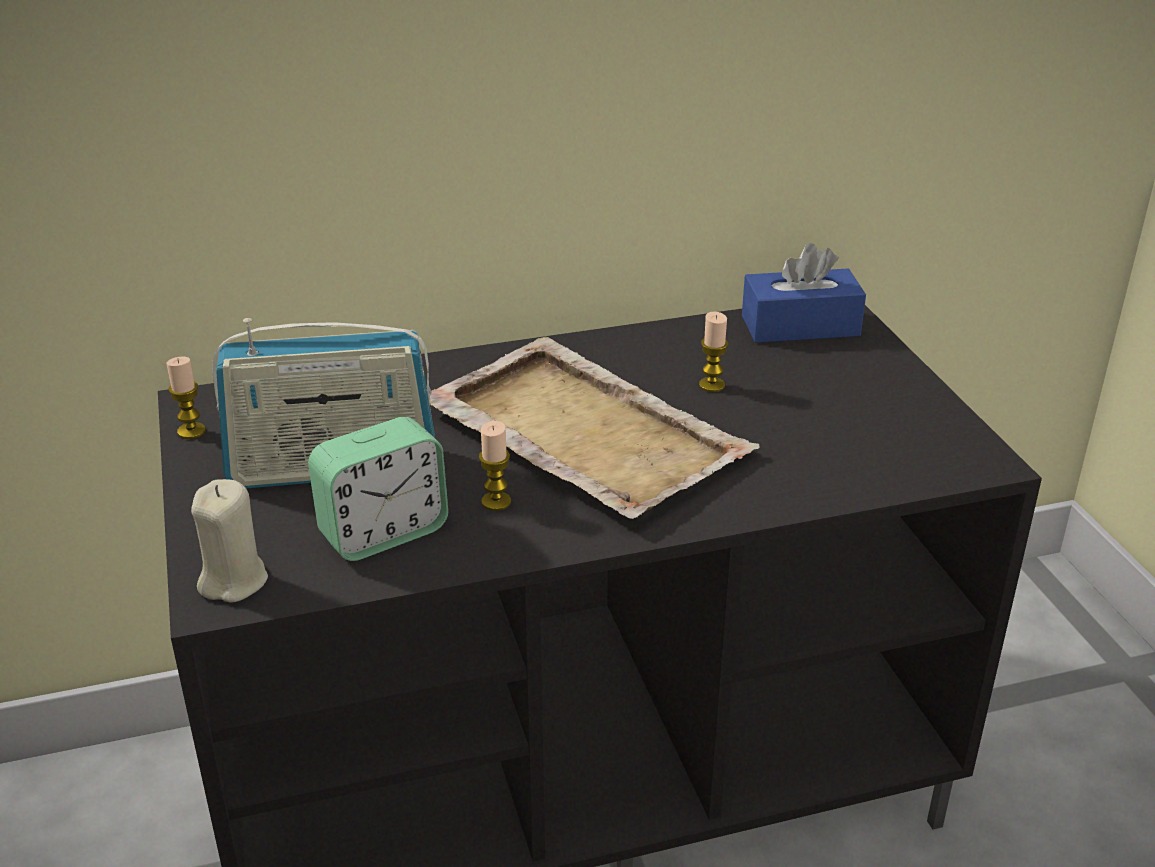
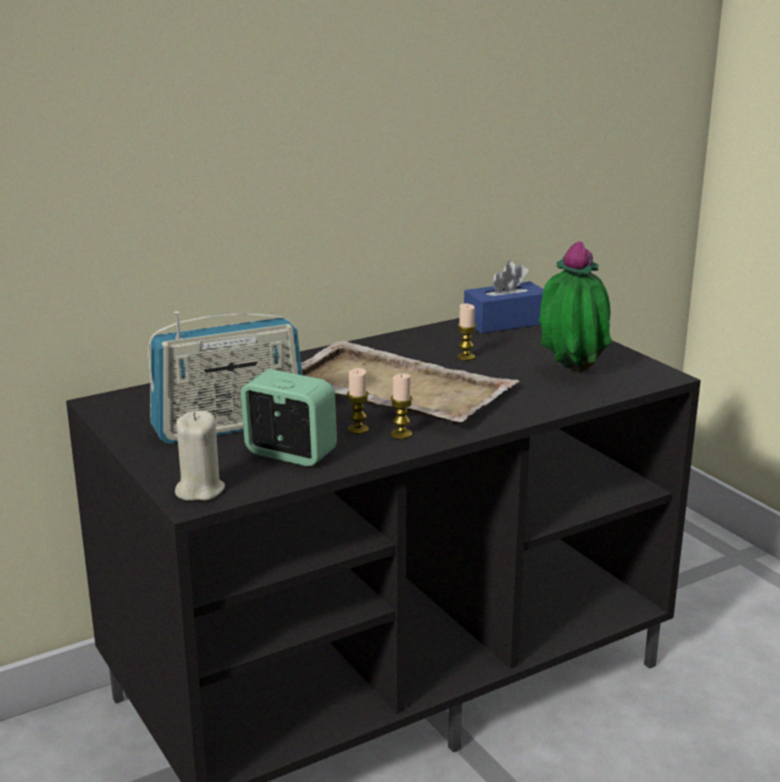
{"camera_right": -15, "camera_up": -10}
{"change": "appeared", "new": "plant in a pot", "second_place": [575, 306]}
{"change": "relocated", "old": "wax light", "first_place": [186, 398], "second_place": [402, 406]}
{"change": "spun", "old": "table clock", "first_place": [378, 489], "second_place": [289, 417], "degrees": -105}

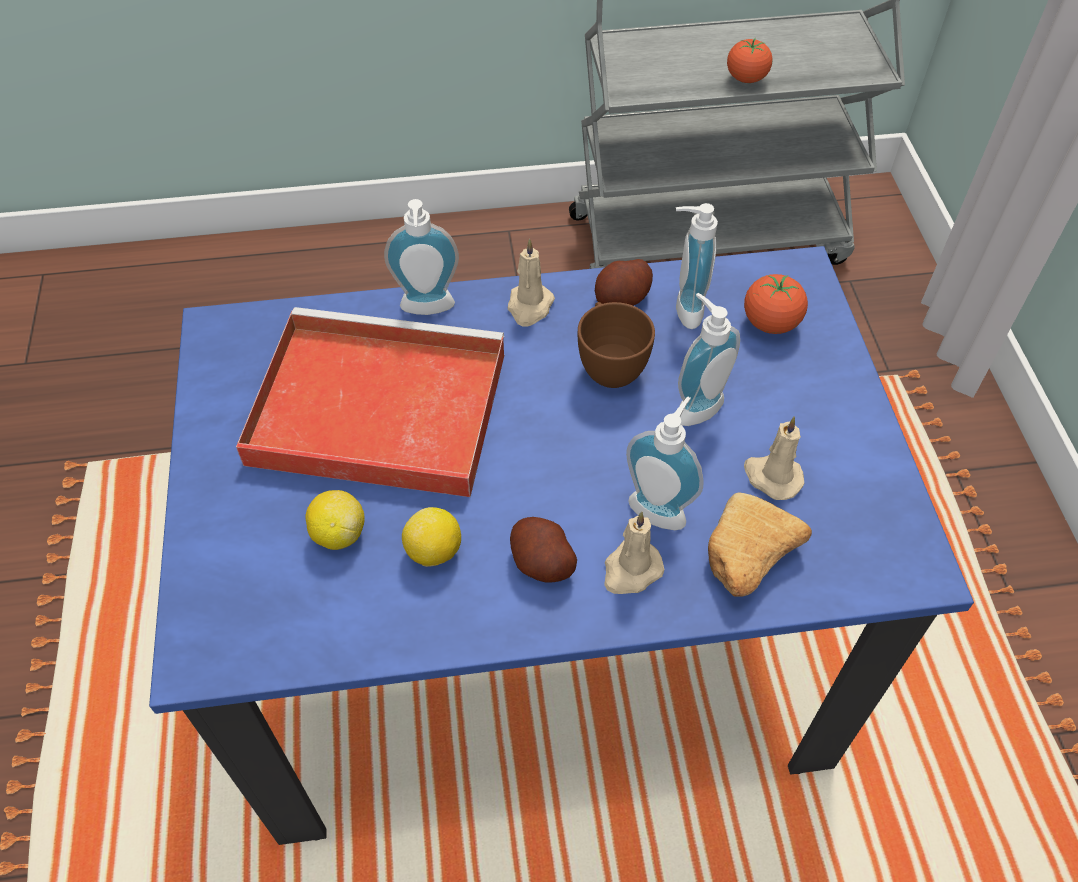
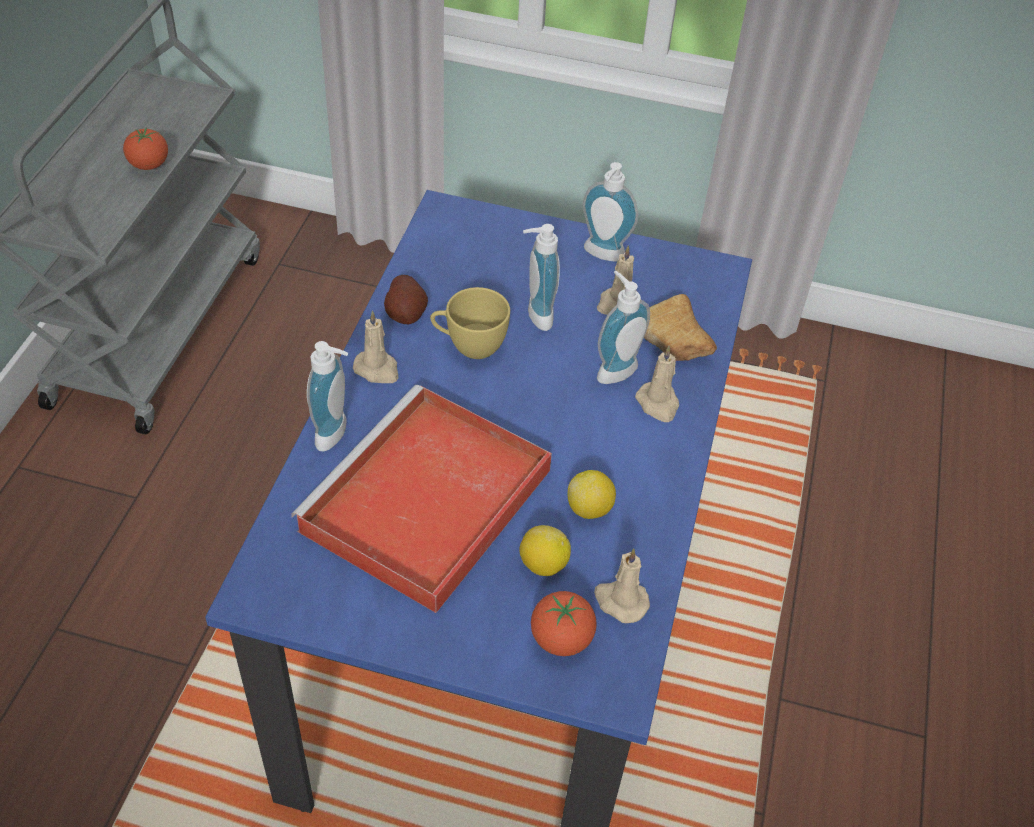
{"camera_right": -70, "camera_up": -5}
{"change": "missing", "old": "spud", "first_place": [543, 549]}
{"change": "appeared", "new": "wax light in beige", "second_place": [622, 585]}
{"change": "relocated", "old": "liquid soap bottle", "first_place": [697, 266], "second_place": [610, 212]}
{"change": "relocated", "old": "fresh tomato", "first_place": [776, 304], "second_place": [564, 623]}
{"change": "colour", "old": "cup in brown-coloured", "new": "cup in yellow", "first_place": [616, 345], "second_place": [470, 323]}

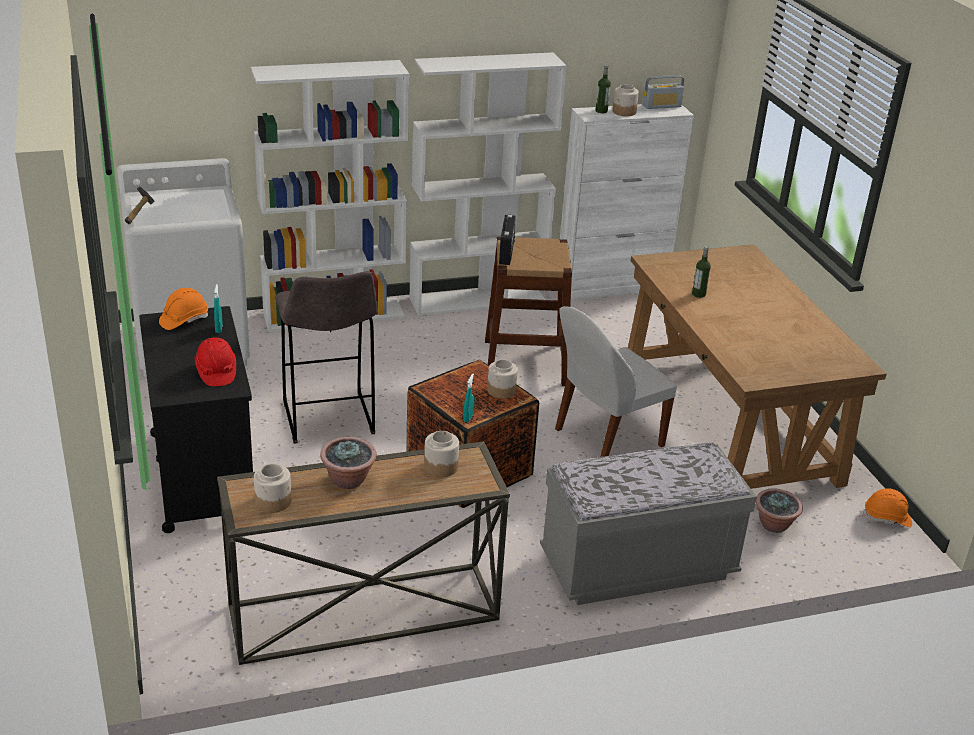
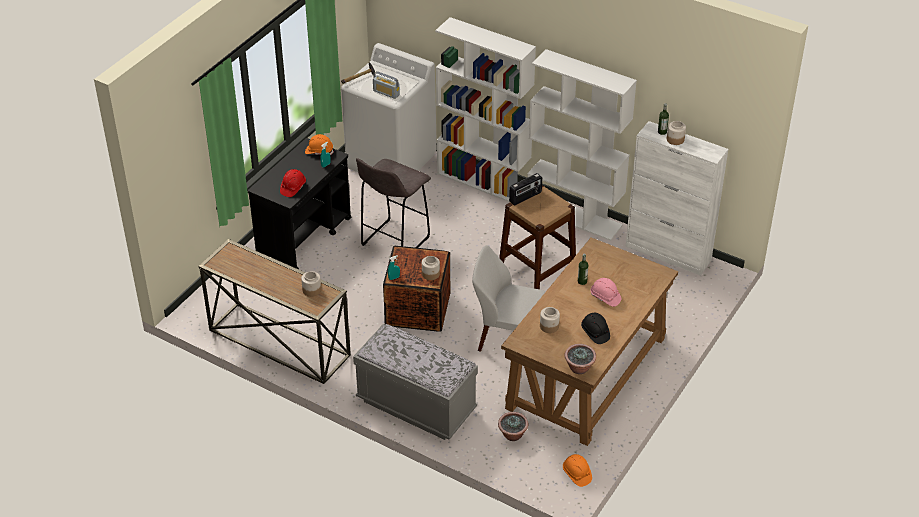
{"camera_right": 50, "camera_up": 10}
{"change": "appeared", "new": "safety helmet in black-coloured", "second_place": [595, 328]}
{"change": "appeared", "new": "safety helmet in pink-coloured", "second_place": [606, 292]}
{"change": "relocated", "old": "preserve jar", "first_place": [272, 488], "second_place": [550, 320]}
{"change": "relocated", "old": "plant in a pot", "first_place": [348, 463], "second_place": [580, 359]}
{"change": "relocated", "old": "radio", "first_place": [663, 92], "second_place": [386, 85]}

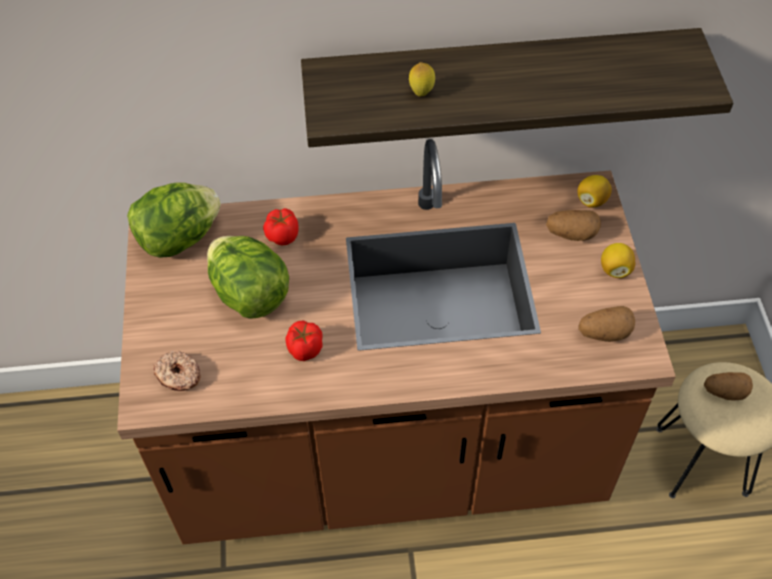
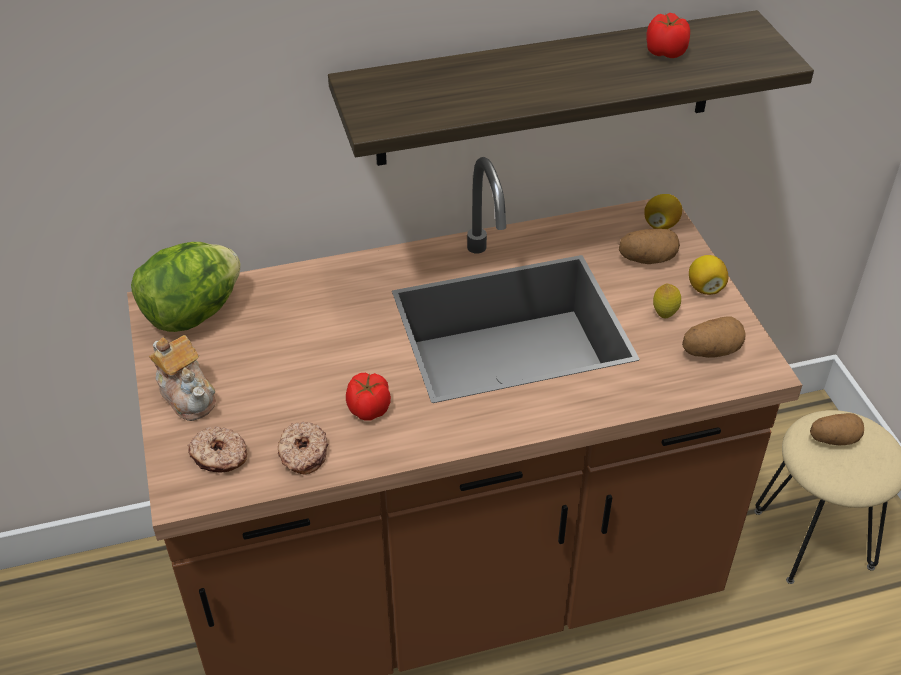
{"camera_right": -10, "camera_up": -10}
{"change": "missing", "old": "lettuce", "first_place": [248, 277]}
{"change": "appeared", "new": "tea pot", "second_place": [182, 378]}
{"change": "appeared", "new": "ring doughnut", "second_place": [303, 448]}
{"change": "relocated", "old": "fresh tomato", "first_place": [281, 226], "second_place": [668, 35]}
{"change": "relocated", "old": "citrus fruit", "first_place": [422, 79], "second_place": [667, 300]}

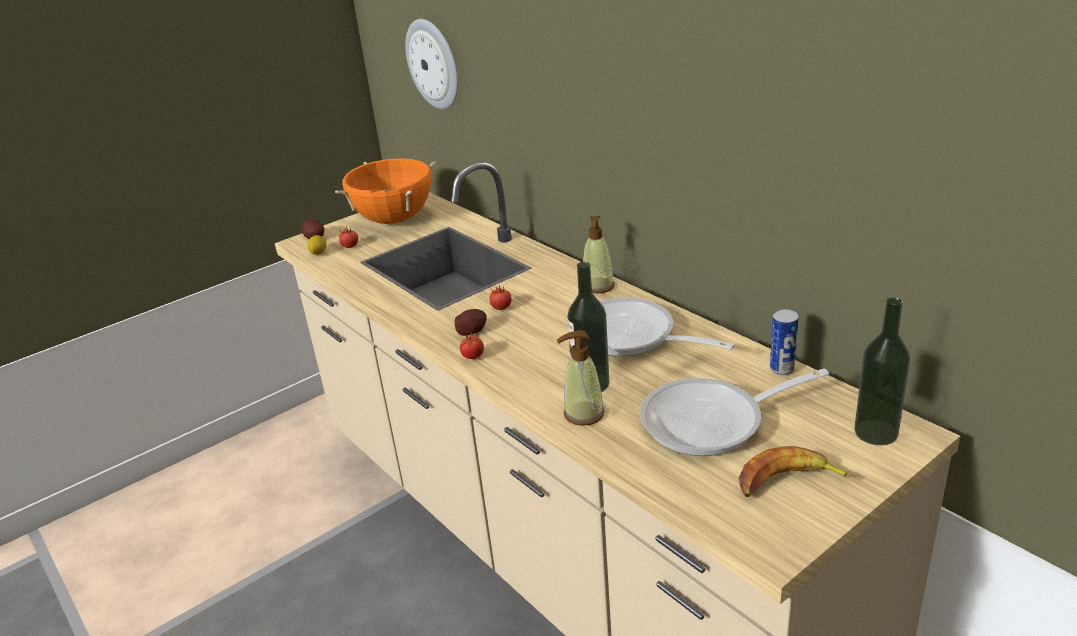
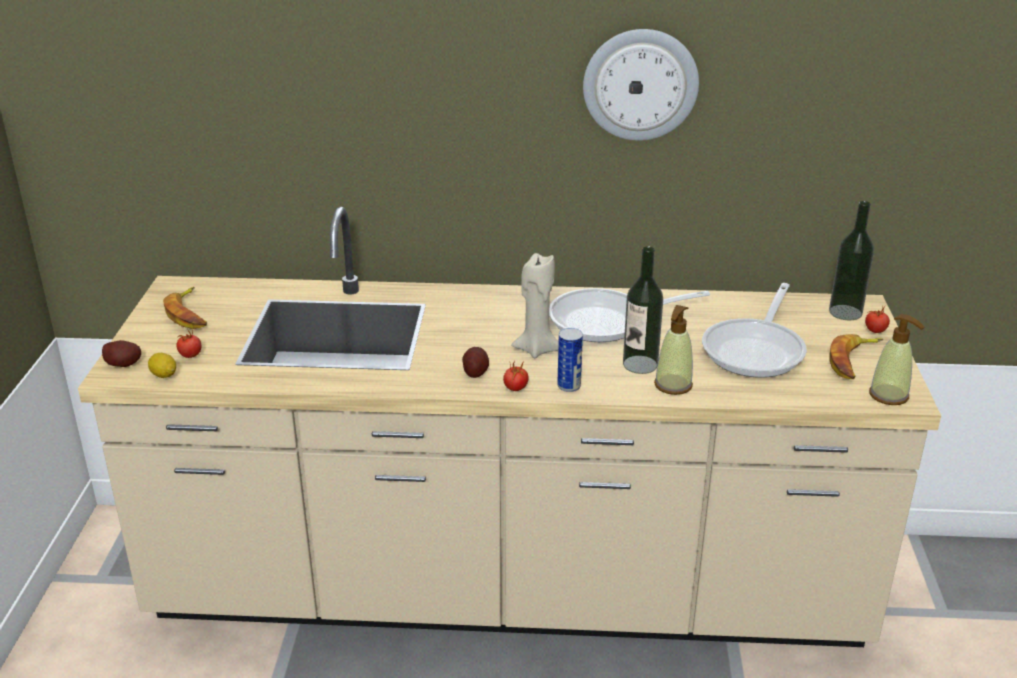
{"camera_right": -50, "camera_up": 0}
{"change": "appeared", "new": "wax light in beige", "second_place": [535, 305]}
{"change": "relocated", "old": "hanging clock", "first_place": [431, 64], "second_place": [641, 85]}
{"change": "relocated", "old": "fresh tomato", "first_place": [501, 297], "second_place": [877, 319]}
{"change": "relocated", "old": "liquid soap bottle", "first_place": [599, 255], "second_place": [896, 359]}
{"change": "relocated", "old": "metal can", "first_place": [784, 342], "second_place": [570, 360]}
{"change": "exchanged", "old": "saucepot in orange", "new": "whole banana", "first_place": [385, 191], "second_place": [185, 308]}

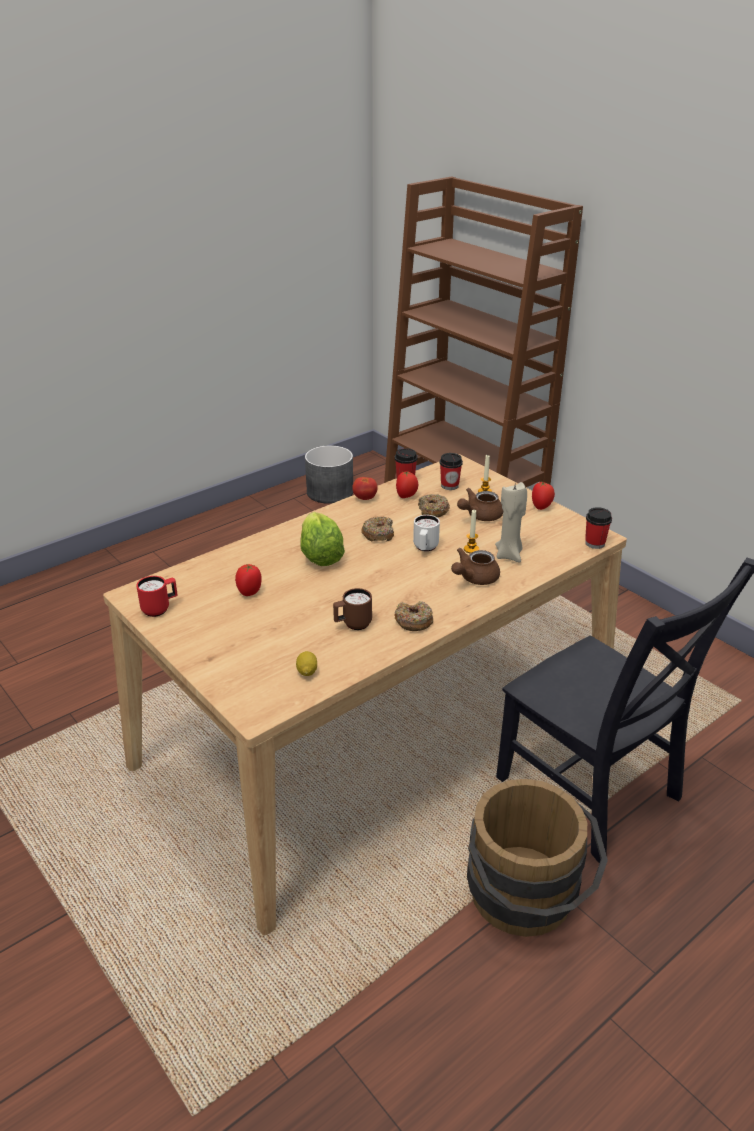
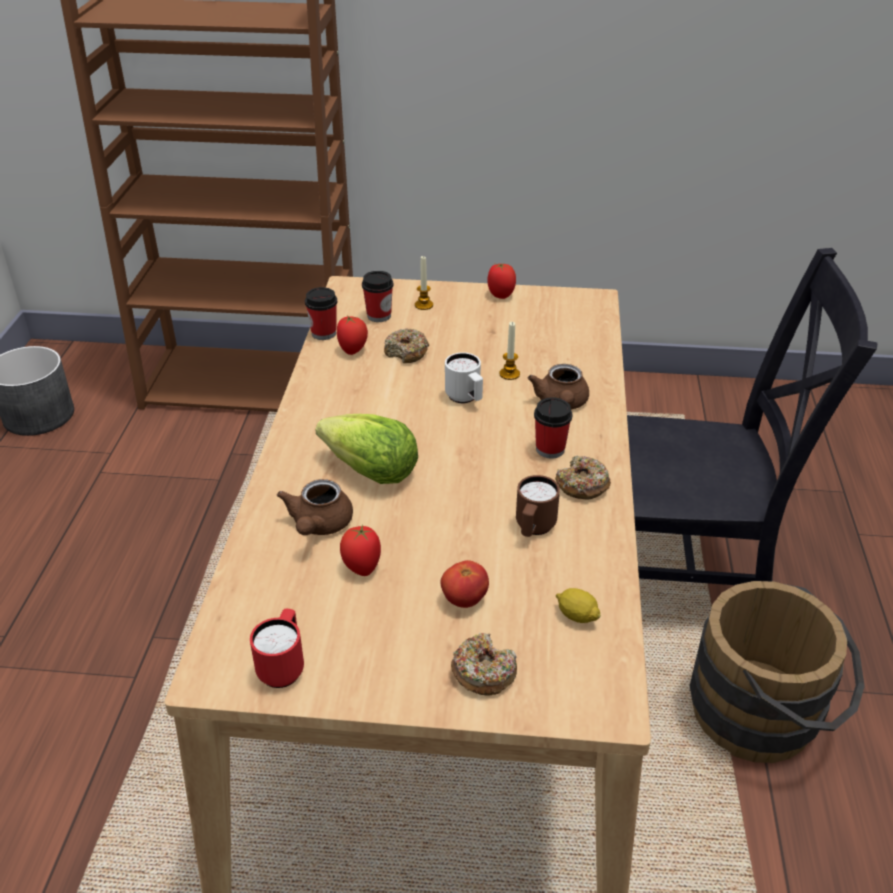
{"camera_right": -45, "camera_up": 5}
{"change": "missing", "old": "wax light in beige", "first_place": [511, 522]}
{"change": "relocated", "old": "fresh tomato", "first_place": [365, 488], "second_place": [464, 584]}
{"change": "relocated", "old": "ring doughnut", "first_place": [377, 529], "second_place": [484, 664]}
{"change": "relocated", "old": "tea pot in brown-coloured", "first_place": [480, 504], "second_place": [315, 507]}
{"change": "relocated", "old": "cup", "first_place": [598, 528], "second_place": [553, 428]}

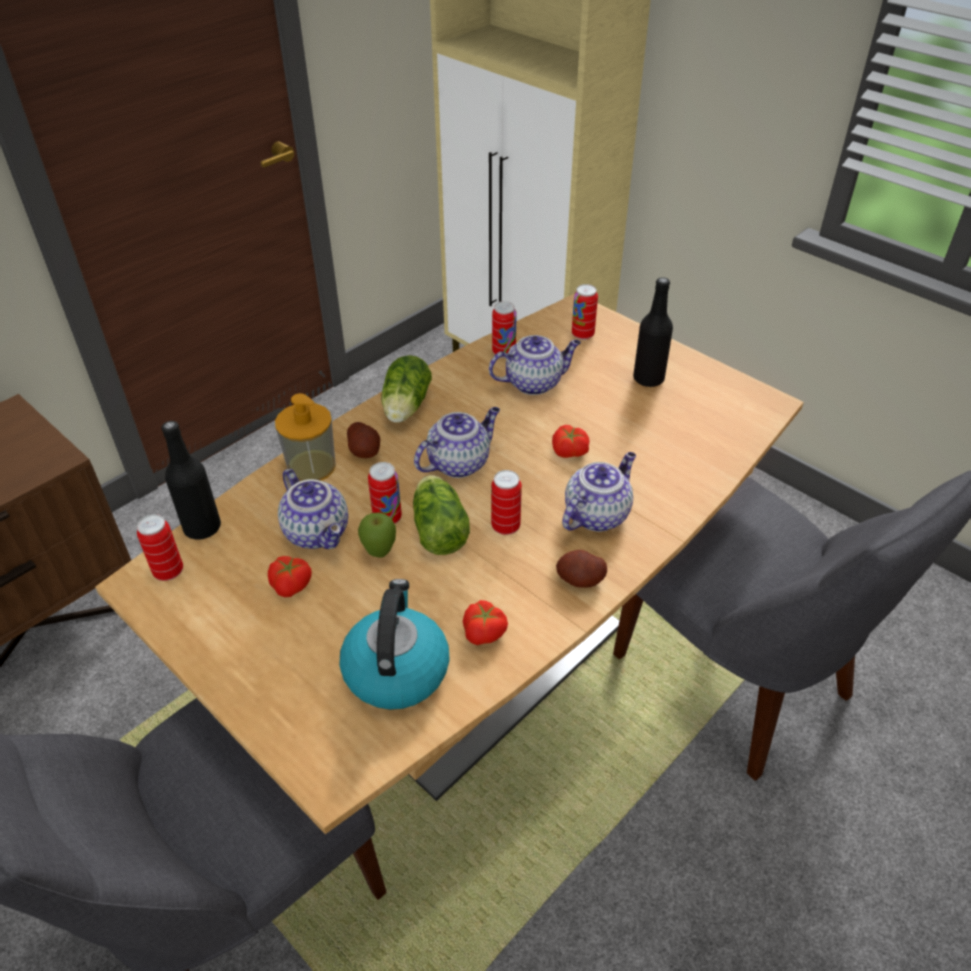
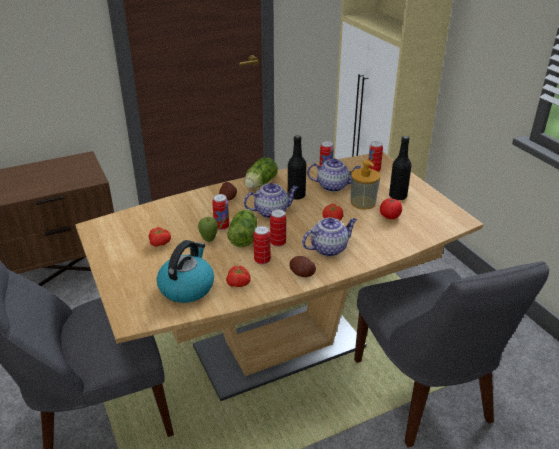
{"camera_right": 20, "camera_up": -10}
{"change": "missing", "old": "tea pot", "first_place": [313, 509]}
{"change": "appeared", "new": "fresh tomato", "second_place": [391, 208]}
{"change": "relocated", "old": "metal can", "first_place": [160, 547], "second_place": [262, 245]}
{"change": "relocated", "old": "beverage bottle in black-coloured", "first_place": [191, 480], "second_place": [297, 167]}
{"change": "relocated", "old": "liquid soap bottle", "first_place": [305, 437], "second_place": [365, 185]}

